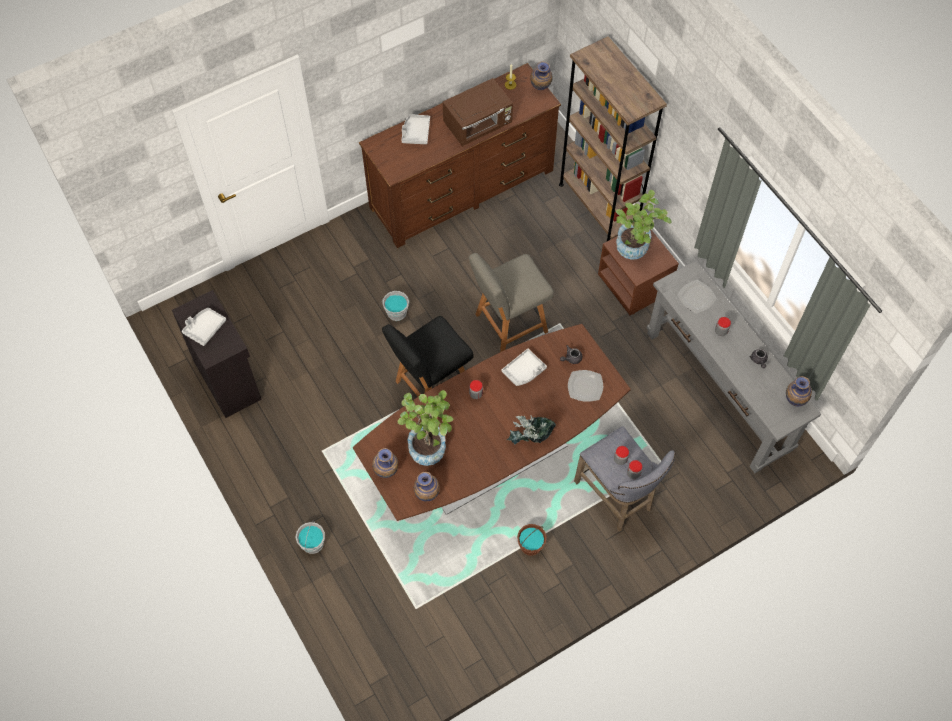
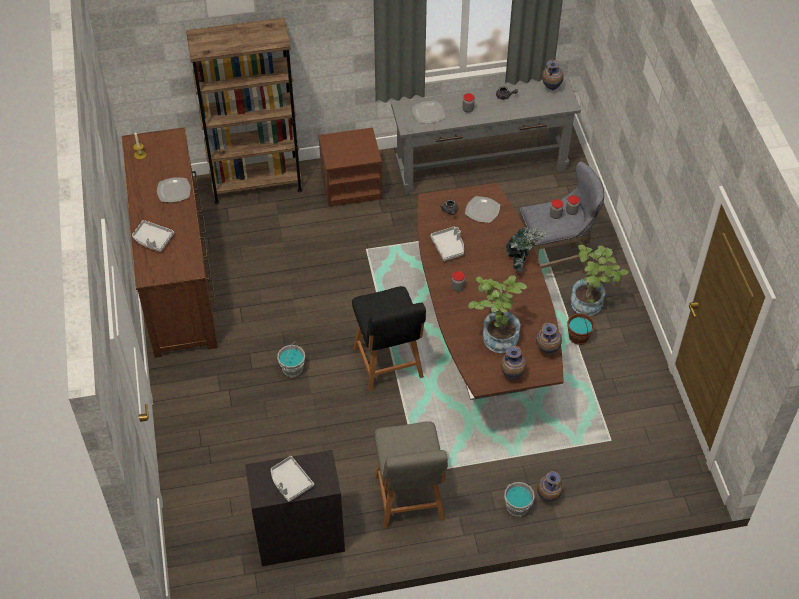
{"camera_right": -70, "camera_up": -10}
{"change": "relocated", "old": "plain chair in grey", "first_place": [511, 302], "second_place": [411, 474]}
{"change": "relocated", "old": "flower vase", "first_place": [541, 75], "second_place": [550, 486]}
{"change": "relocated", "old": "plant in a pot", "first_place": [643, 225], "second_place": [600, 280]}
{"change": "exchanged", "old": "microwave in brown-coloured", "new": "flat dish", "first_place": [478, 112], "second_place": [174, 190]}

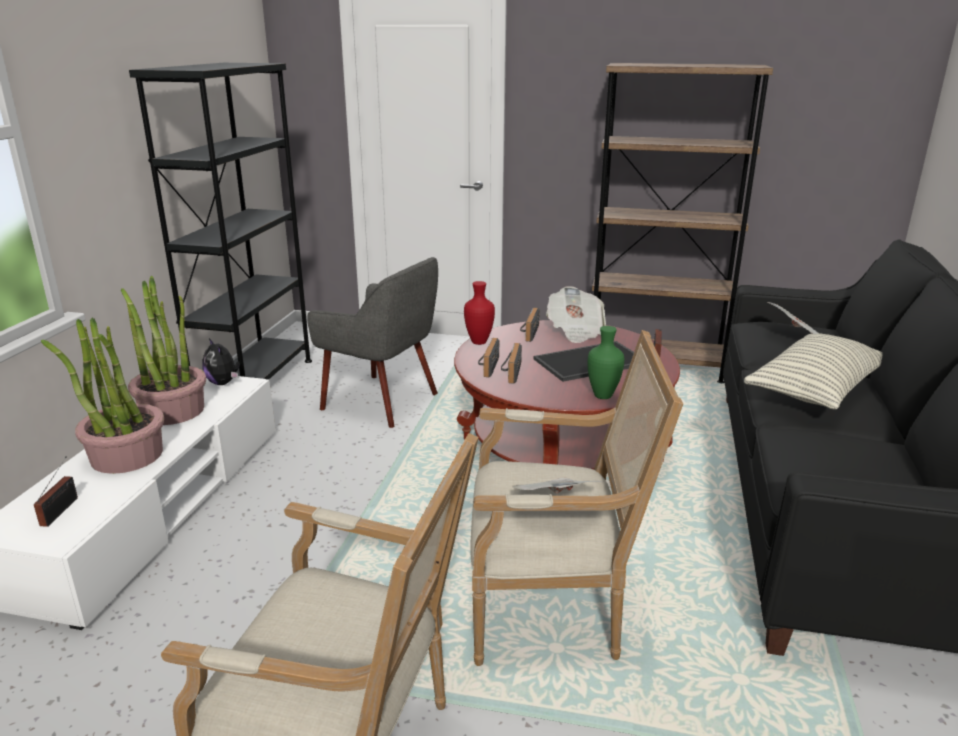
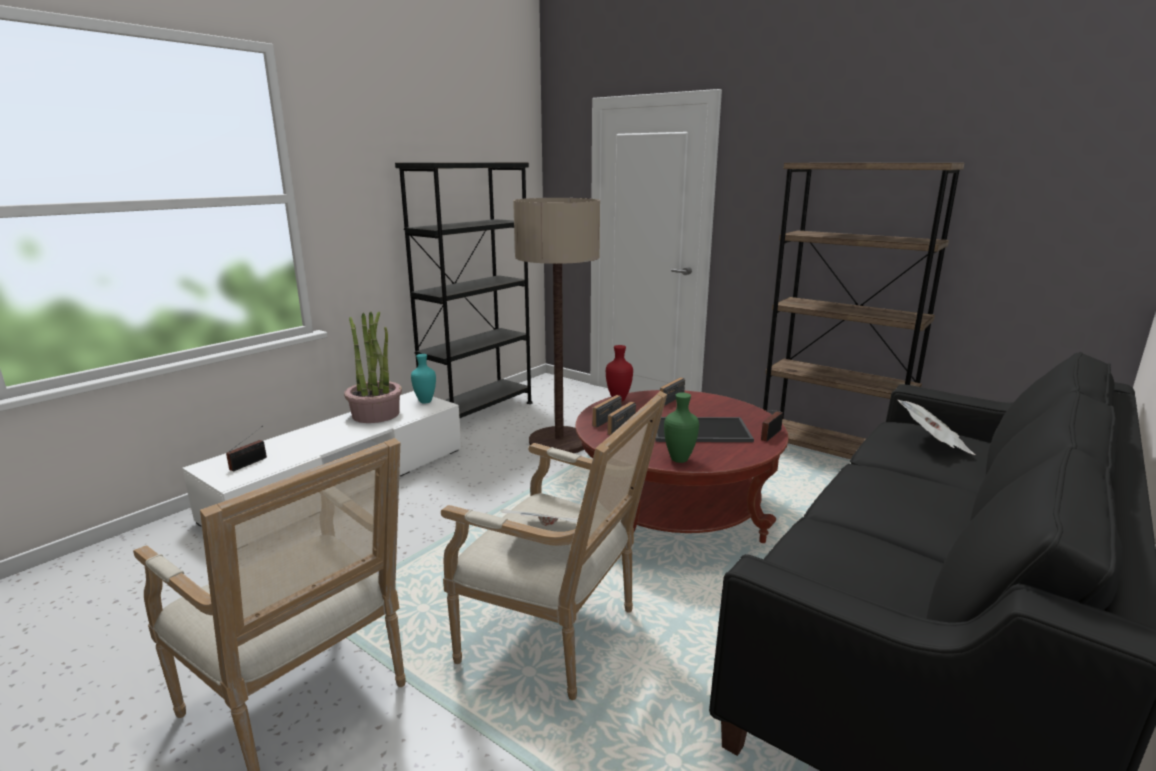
{"camera_right": 25, "camera_up": -5}
{"change": "missing", "old": "plant in a pot", "first_place": [102, 396]}
{"change": "missing", "old": "printed paper", "first_place": [576, 314]}
{"change": "missing", "old": "throw pillow", "first_place": [813, 371]}
{"change": "exchanged", "old": "soft toy", "new": "flower vase in turquoise", "first_place": [221, 361], "second_place": [423, 379]}
{"change": "exchanged", "old": "lounge chair in grey", "new": "floor lamp", "first_place": [373, 342], "second_place": [556, 325]}

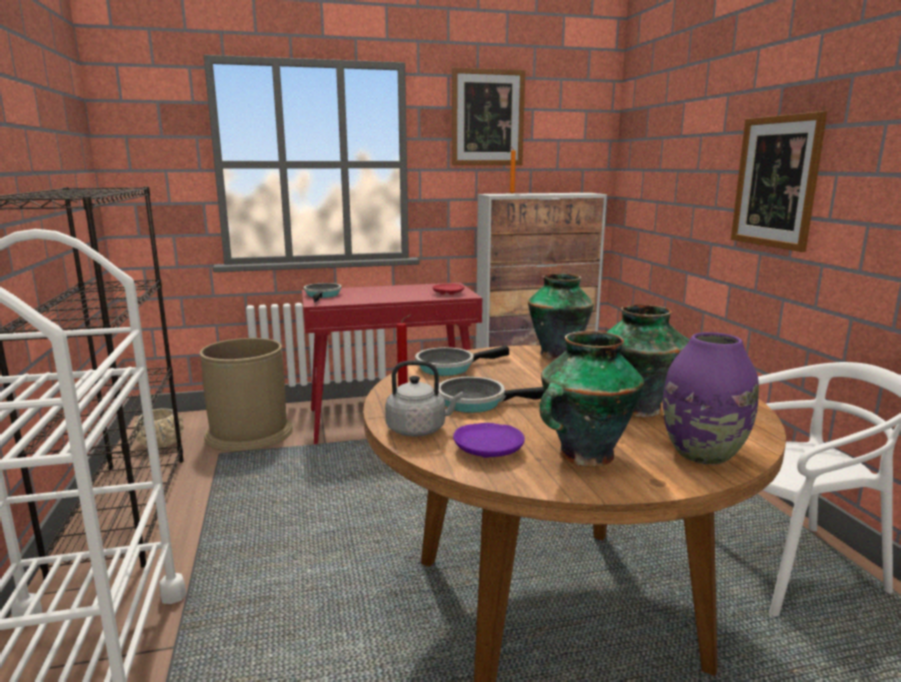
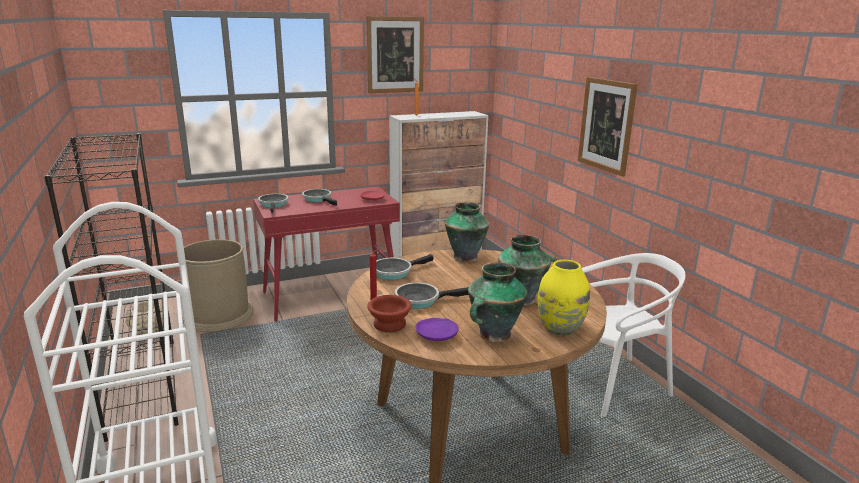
{"camera_right": -10, "camera_up": 5}
{"change": "appeared", "new": "frying pan", "second_place": [319, 197]}
{"change": "exchanged", "old": "tea kettle in grey", "new": "bowl in brown-coloured", "first_place": [424, 398], "second_place": [389, 313]}
{"change": "colour", "old": "flower vase in purple", "new": "flower vase in yellow", "first_place": [711, 398], "second_place": [564, 298]}

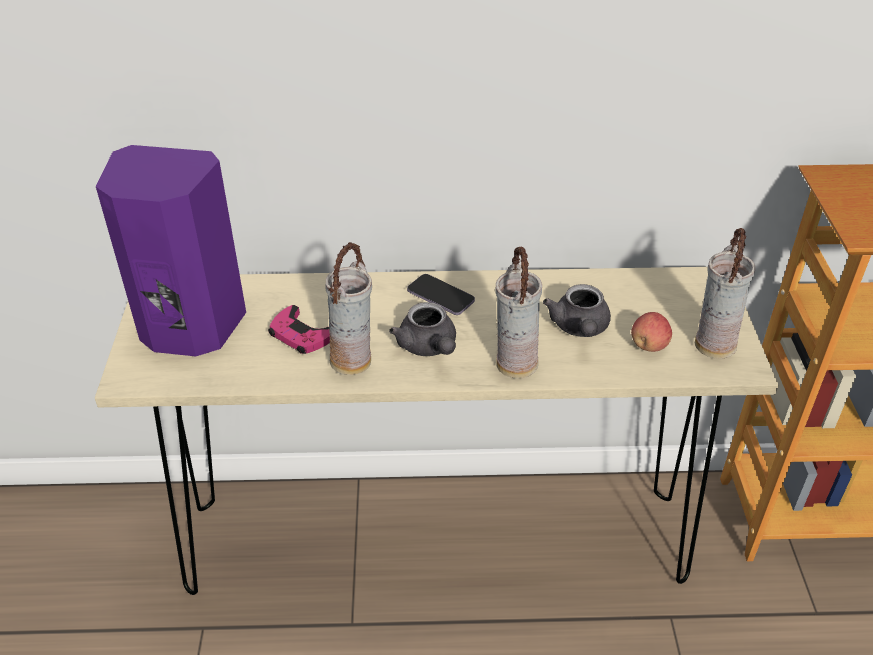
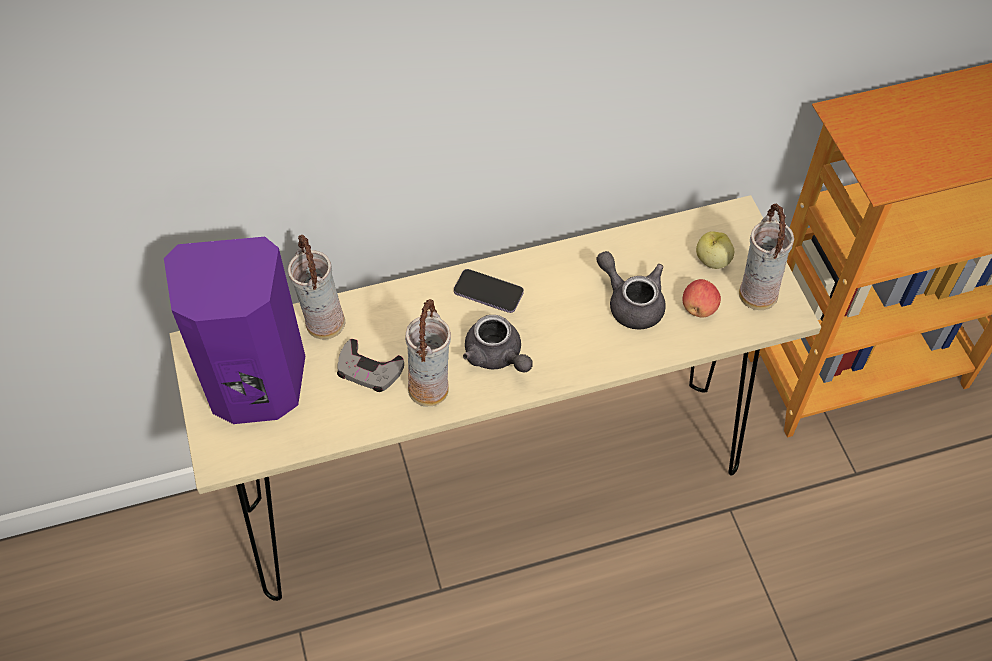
{"camera_right": -15, "camera_up": 15}
{"change": "appeared", "new": "whole apple", "second_place": [715, 250]}
{"change": "relocated", "old": "flower vase", "first_place": [518, 312], "second_place": [316, 287]}
{"change": "colour", "old": "game controller in pink-coloured", "new": "game controller in grey", "first_place": [299, 329], "second_place": [370, 365]}
{"change": "spun", "old": "tea pot in grey", "first_place": [577, 310], "second_place": [631, 290], "degrees": 150}

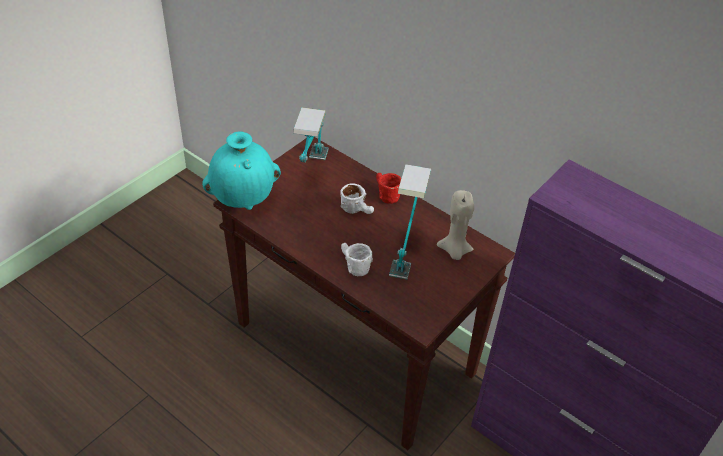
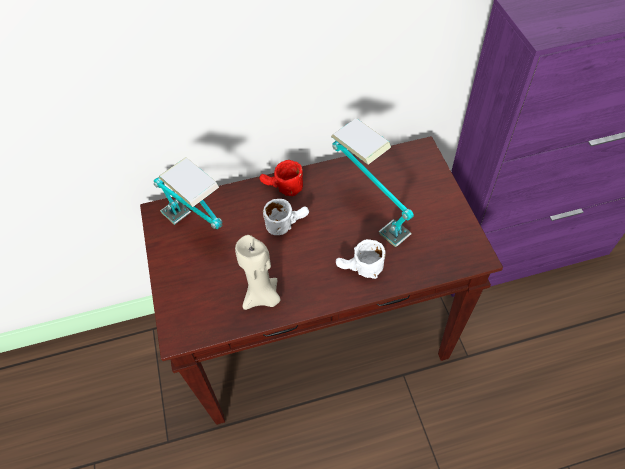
{"camera_right": -50, "camera_up": 10}
{"change": "missing", "old": "flower vase in turquoise", "first_place": [241, 170]}
{"change": "relocated", "old": "wax light in beige", "first_place": [455, 225], "second_place": [258, 272]}

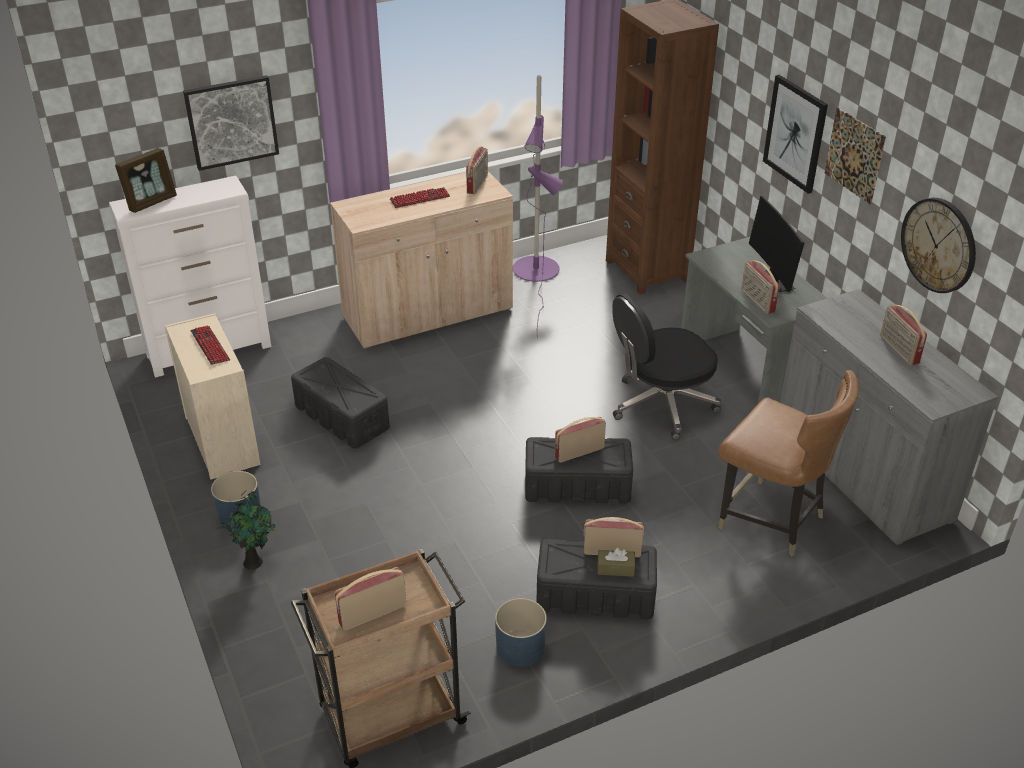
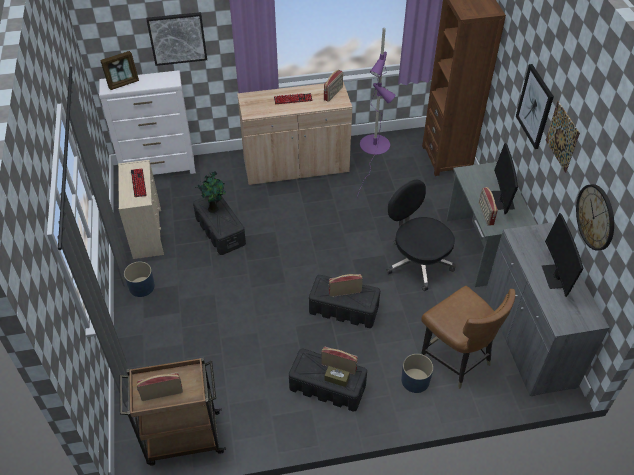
{"camera_right": 15, "camera_up": 10}
{"change": "relocated", "old": "plant in a pot", "first_place": [246, 530], "second_place": [210, 192]}
{"change": "relocated", "old": "plant pot in blue-coloured", "first_place": [521, 632], "second_place": [417, 373]}
{"change": "exchanged", "old": "radio", "new": "computer screen", "first_place": [903, 335], "second_place": [562, 255]}
{"change": "spun", "old": "desk chair in black-coloured", "first_place": [666, 366], "second_place": [421, 235], "degrees": 60}

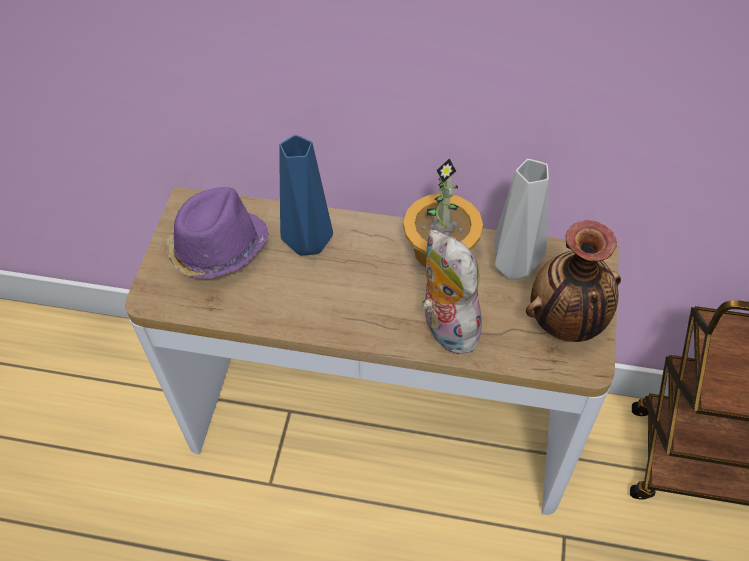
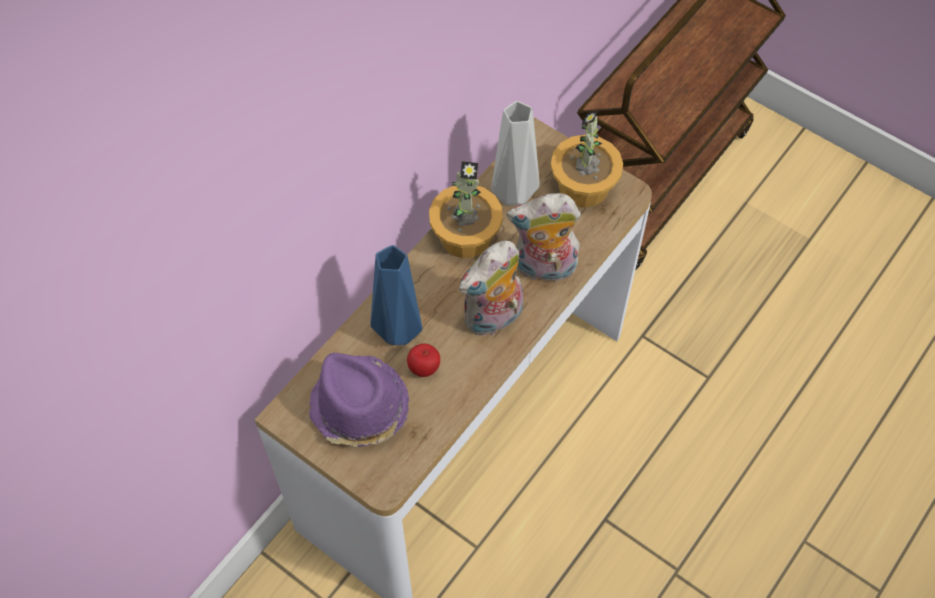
{"camera_right": -65, "camera_up": 5}
{"change": "appeared", "new": "whole apple", "second_place": [423, 360]}
{"change": "appeared", "new": "soft toy", "second_place": [491, 289]}
{"change": "exchanged", "old": "flower vase", "new": "plant in a pot", "first_place": [573, 281], "second_place": [587, 159]}

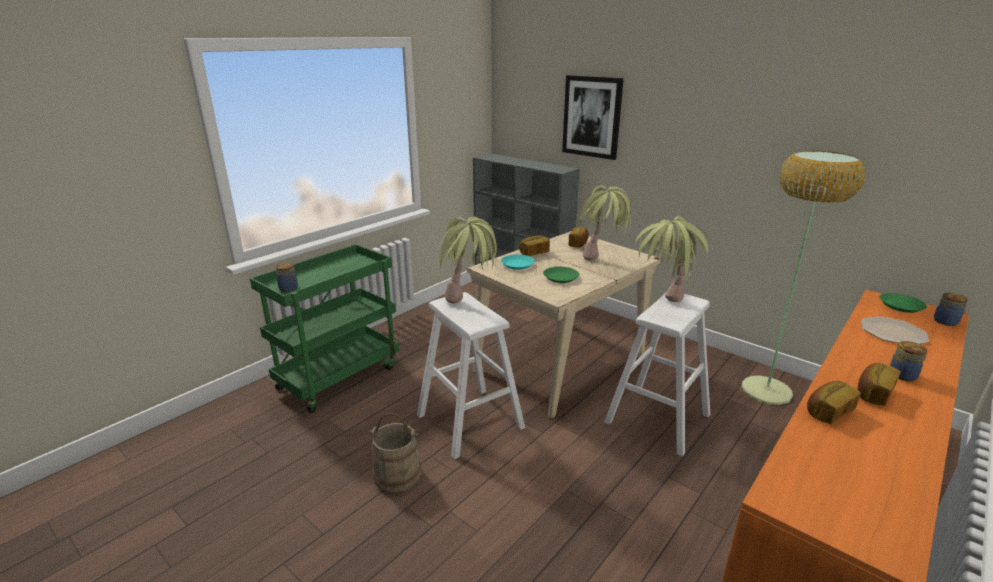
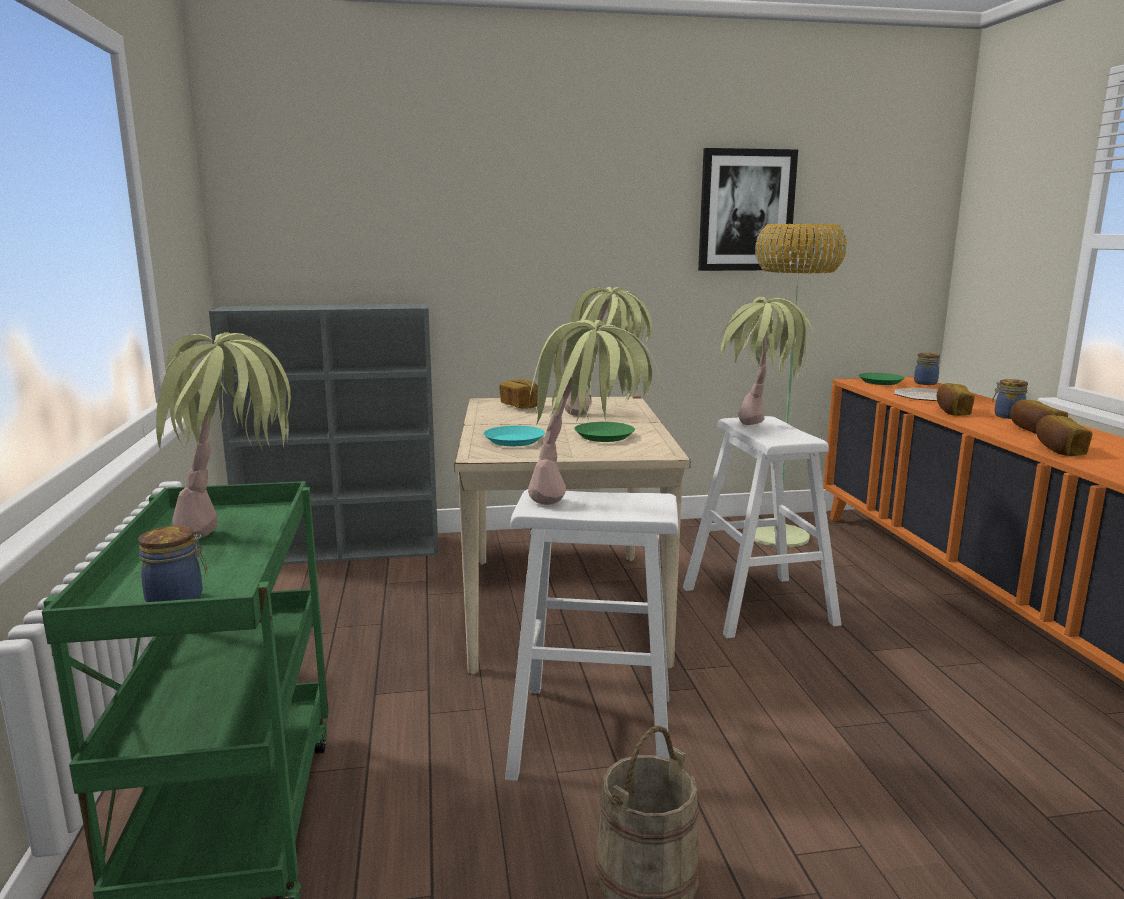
{"camera_right": -50, "camera_up": -10}
{"change": "appeared", "new": "plant in a pot", "second_place": [217, 435]}
{"change": "relocated", "old": "bread", "first_place": [534, 245], "second_place": [956, 399]}
{"change": "relocated", "old": "wall picture", "first_place": [593, 117], "second_place": [748, 209]}

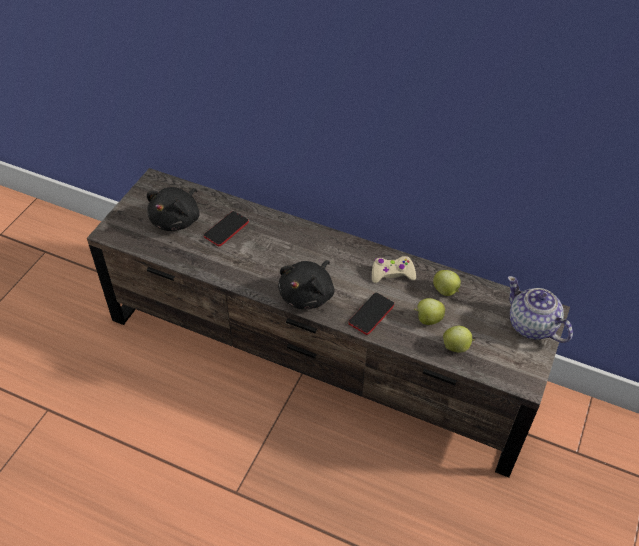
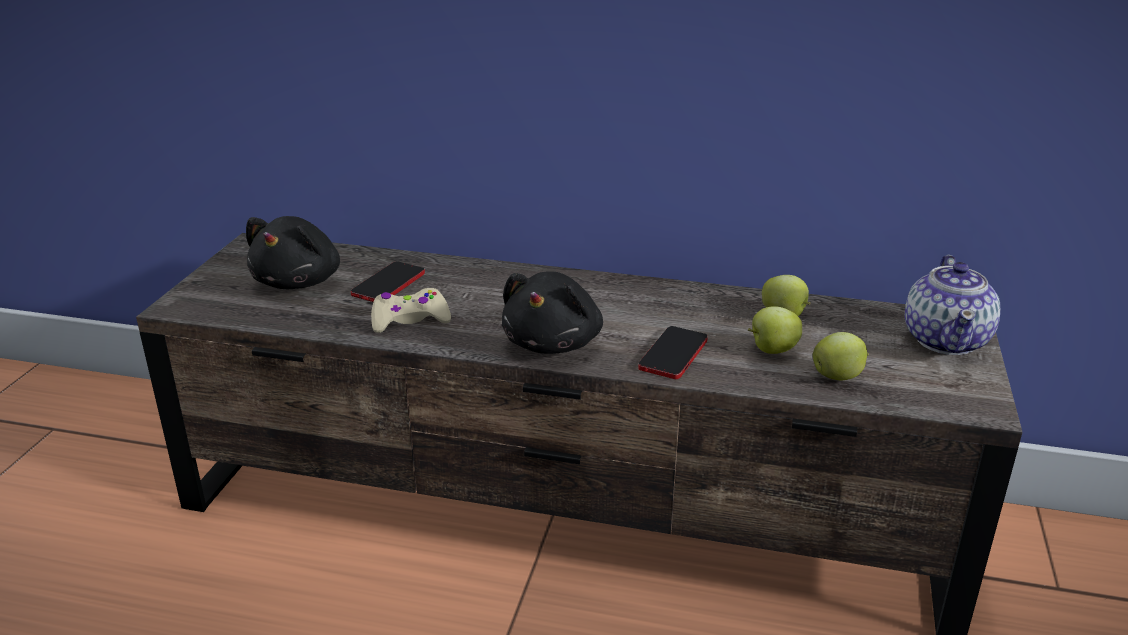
{"camera_right": -10, "camera_up": -20}
{"change": "relocated", "old": "game controller in beige", "first_place": [394, 269], "second_place": [411, 310]}
{"change": "spun", "old": "tea pot", "first_place": [540, 309], "second_place": [952, 305], "degrees": -120}

